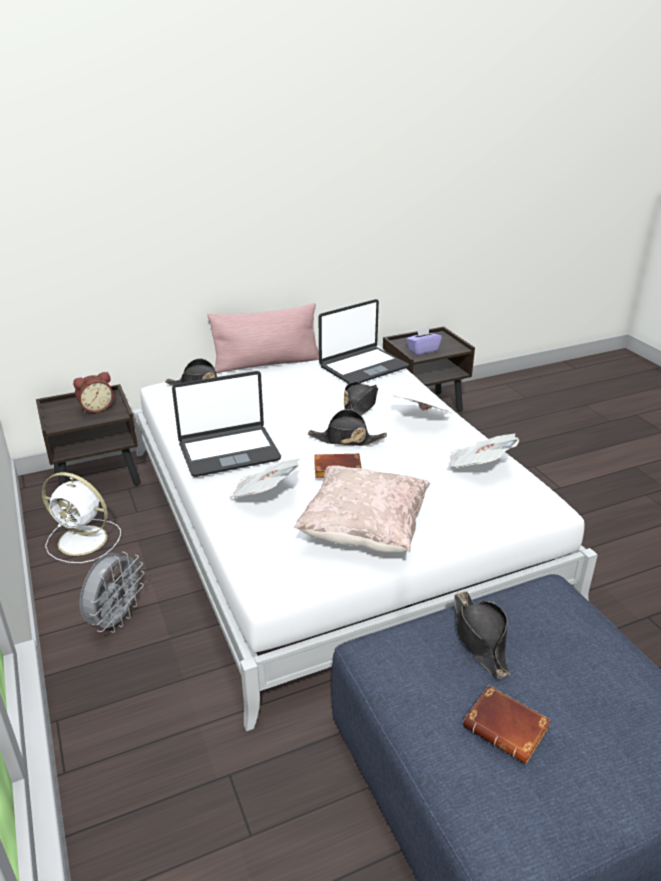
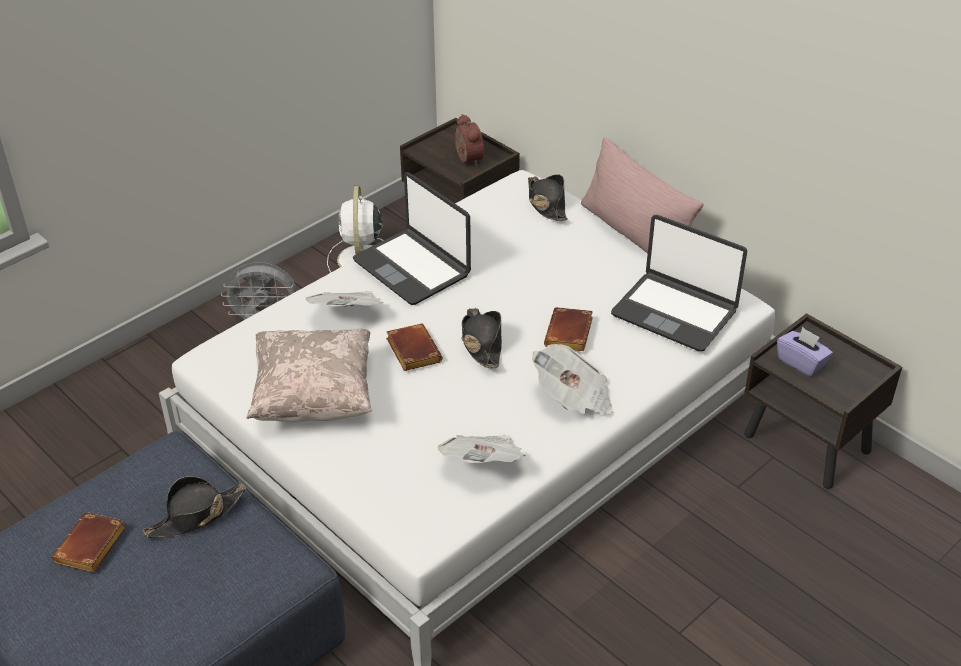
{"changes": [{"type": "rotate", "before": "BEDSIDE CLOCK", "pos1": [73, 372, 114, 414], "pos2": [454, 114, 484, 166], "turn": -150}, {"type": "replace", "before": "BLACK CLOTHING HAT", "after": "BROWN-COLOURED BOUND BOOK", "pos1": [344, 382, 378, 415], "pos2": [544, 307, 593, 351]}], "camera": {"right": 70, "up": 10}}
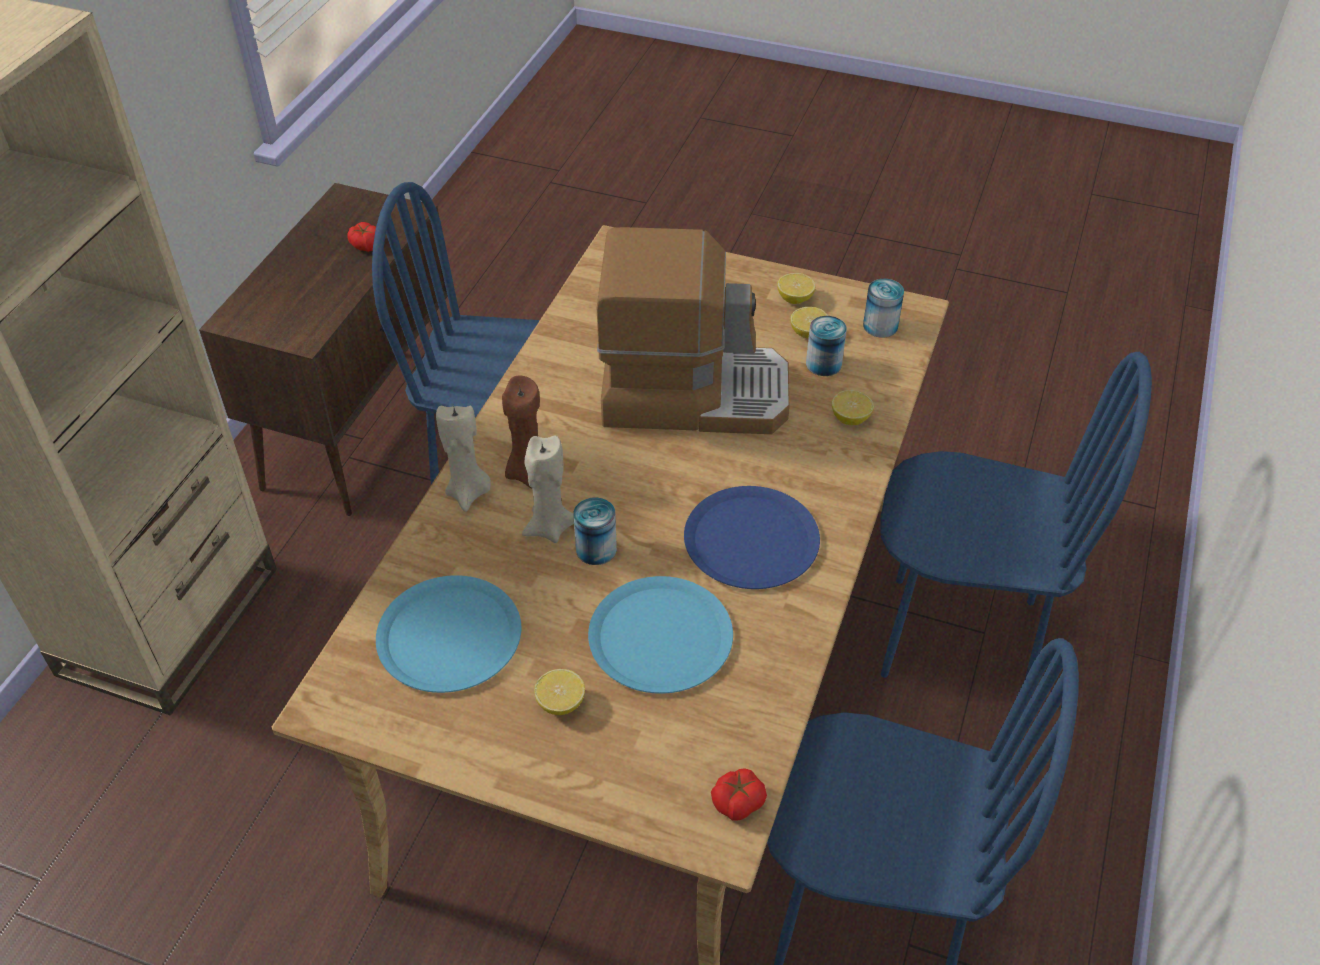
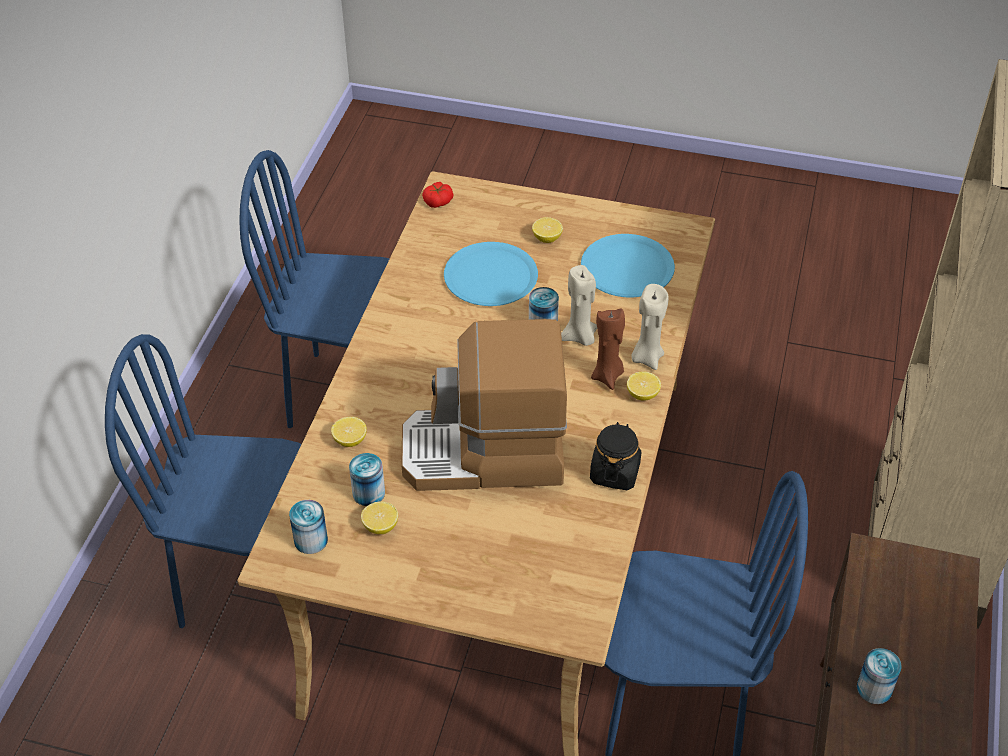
{"changes": [{"type": "replace", "before": "TOMATO", "after": "CAN", "pos1": [347, 222, 376, 252], "pos2": [857, 648, 902, 704]}, {"type": "delete", "before": "BLUISH DINNER PLATE", "pos1": [684, 486, 820, 589]}, {"type": "move", "before": "CITRUS FRUIT", "pos1": [777, 273, 816, 304], "pos2": [627, 372, 661, 401]}, {"type": "insert", "after": "BLACK STORAGE JAR", "pos2": [590, 422, 641, 490]}], "camera": {"right": 175, "up": 0}}
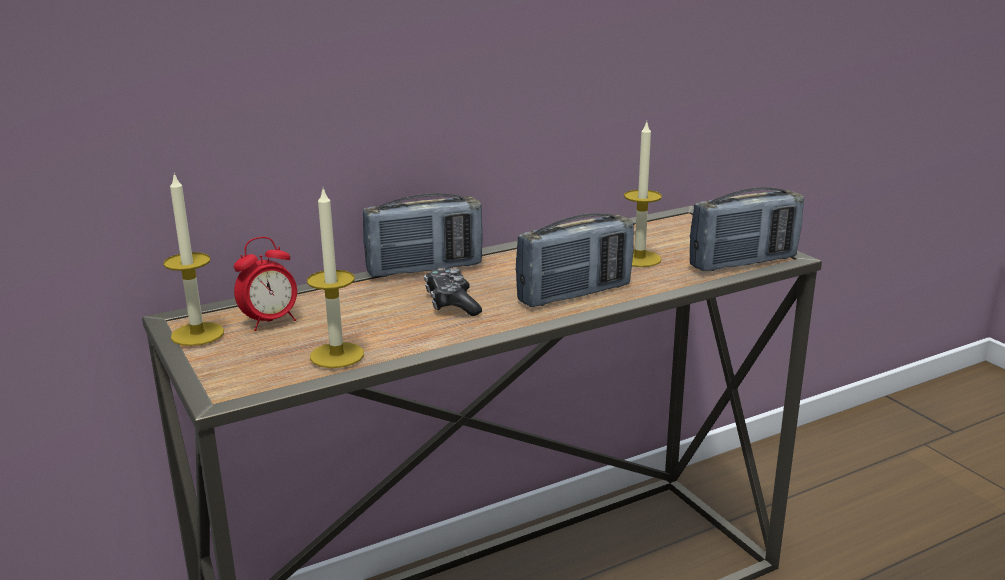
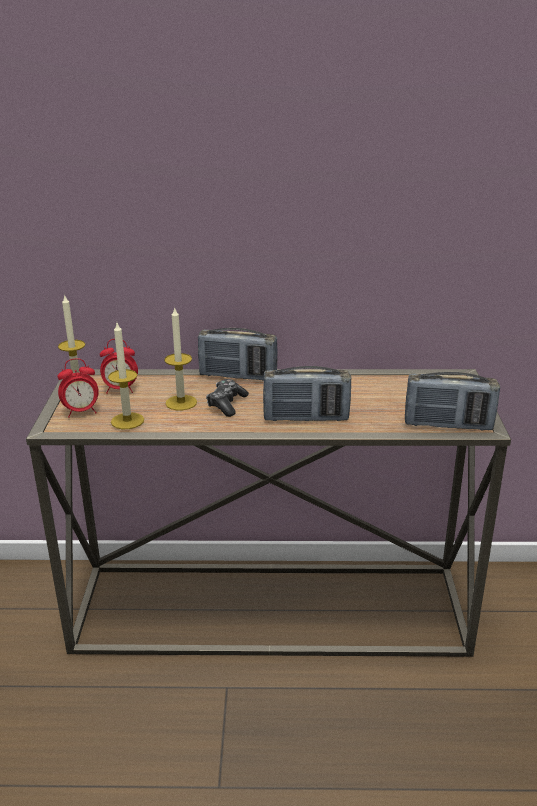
{"changes": [{"type": "move", "before": "WAX CANDLE", "pos1": [624, 121, 662, 267], "pos2": [164, 307, 197, 410]}, {"type": "insert", "after": "BEDSIDE CLOCK", "pos2": [58, 358, 99, 418]}], "camera": {"right": 30, "up": 5}}
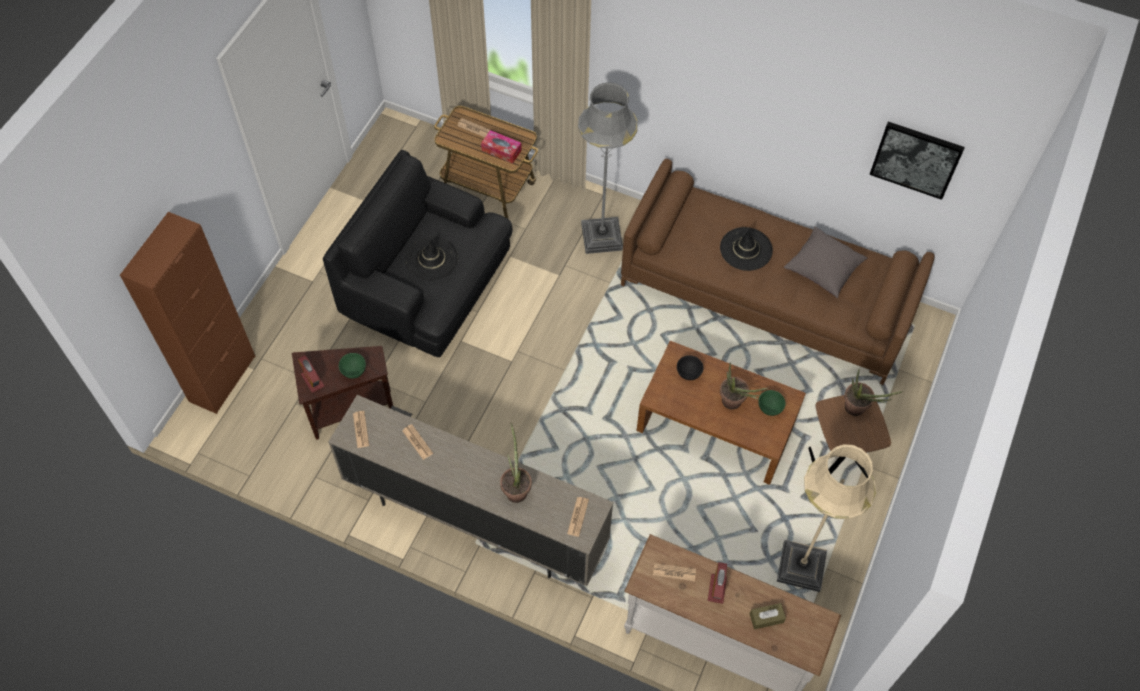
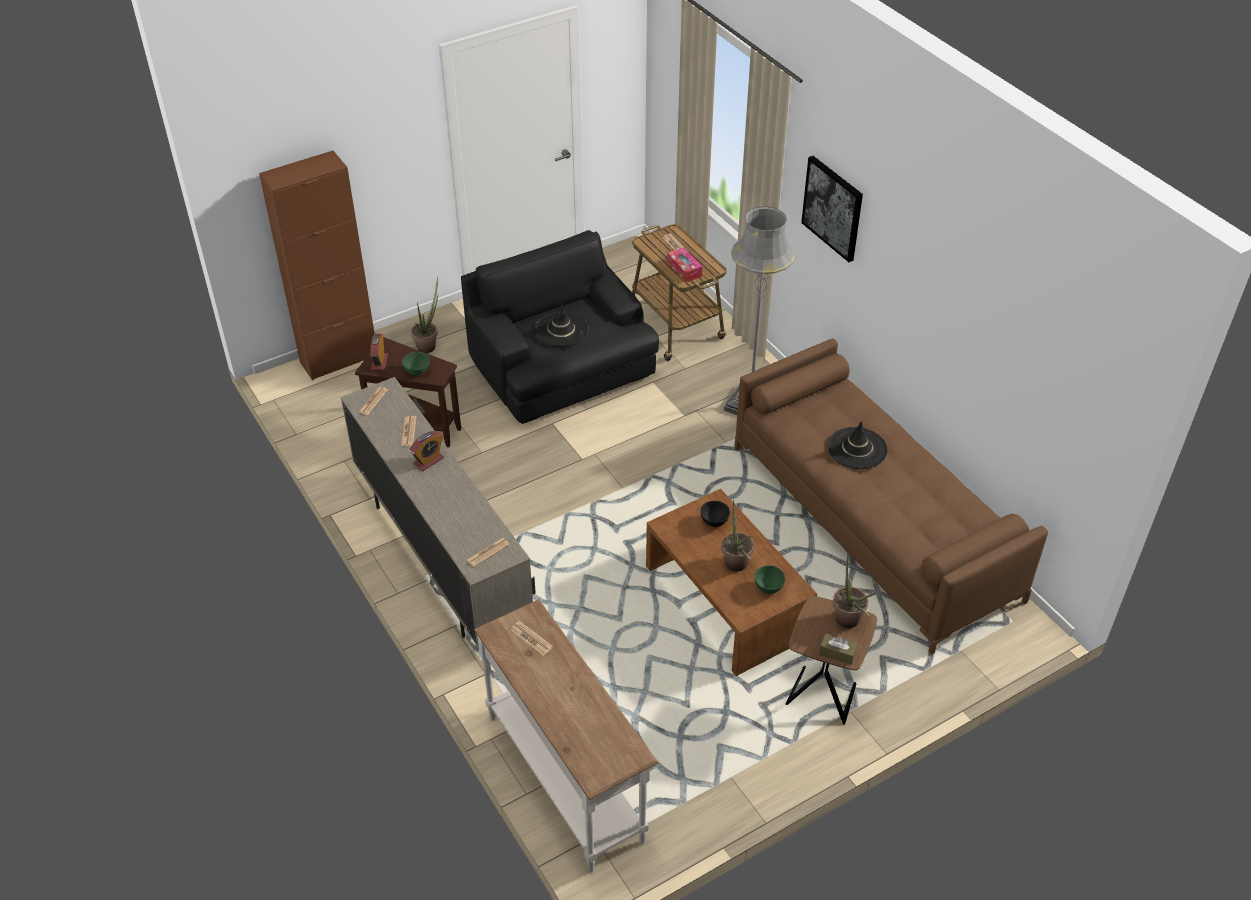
{"changes": [{"type": "move", "before": "POTTED PLANT", "pos1": [500, 423, 532, 503], "pos2": [411, 277, 438, 353]}, {"type": "move", "before": "BEDSIDE CLOCK", "pos1": [708, 562, 727, 604], "pos2": [409, 431, 444, 471]}, {"type": "move", "before": "BROWN-COLOURED TISSUE HOLDER", "pos1": [750, 603, 786, 629], "pos2": [819, 633, 858, 665]}, {"type": "delete", "before": "BEIGE-COLOURED FLOOR LAMP", "pos1": [777, 444, 876, 592]}, {"type": "delete", "before": "GREY CUSHION", "pos1": [784, 227, 867, 298]}, {"type": "move", "before": "PICTURE", "pos1": [869, 122, 965, 200], "pos2": [801, 156, 863, 262]}], "camera": {"right": 35, "up": -15}}
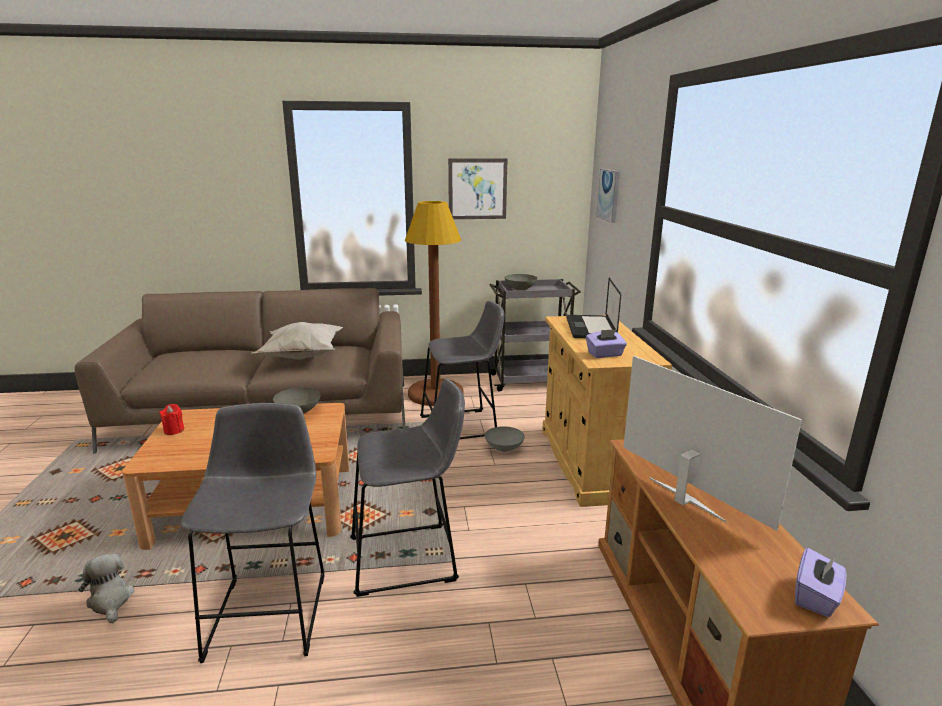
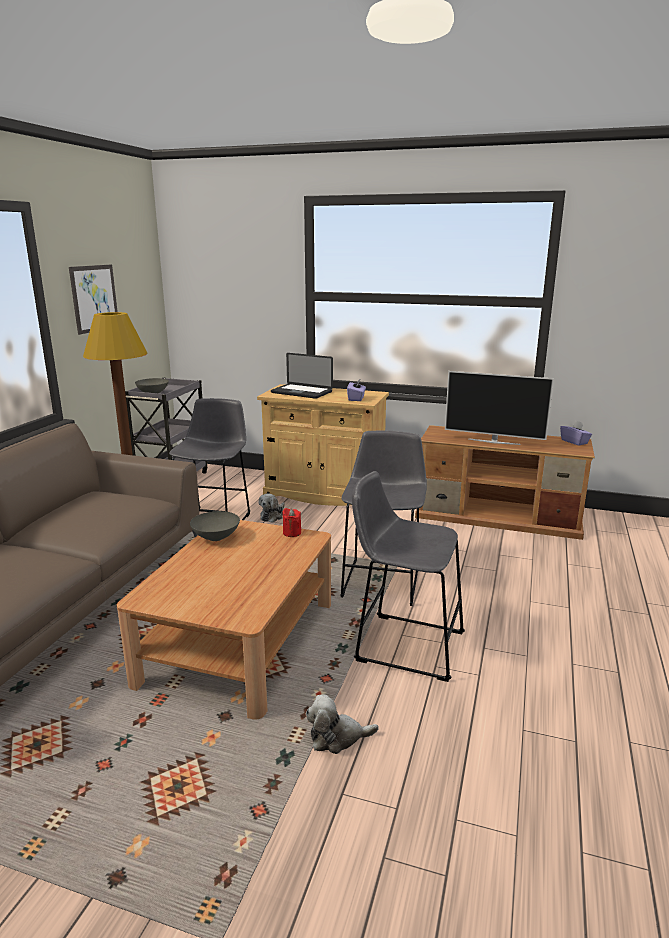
{"changes": [{"type": "move", "before": "RED WAX CANDLE", "pos1": [159, 404, 184, 435], "pos2": [282, 508, 301, 537]}, {"type": "delete", "before": "WHITE-COLOURED CUSHION", "pos1": [252, 322, 343, 360]}, {"type": "replace", "before": "GREY DEEP DISH", "after": "CUDDLY TOY", "pos1": [485, 426, 525, 452], "pos2": [259, 493, 285, 523]}, {"type": "delete", "before": "PICTURE", "pos1": [597, 169, 620, 223]}, {"type": "rotate", "before": "TV SET", "pos1": [623, 356, 802, 531], "pos2": [445, 371, 554, 445], "turn": -150}], "camera": {"right": -65, "up": 0}}
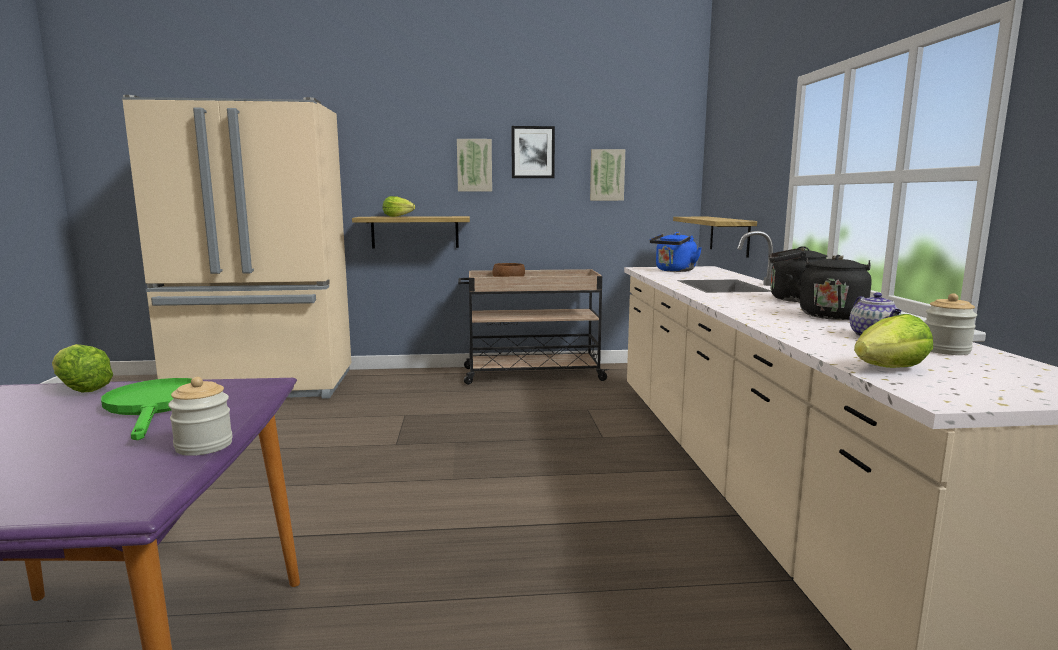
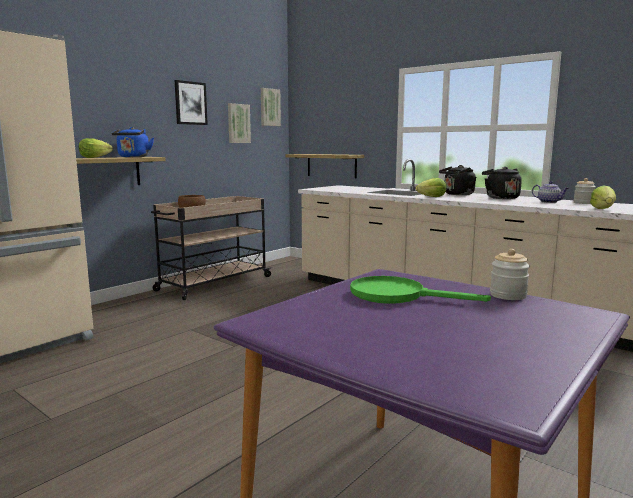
{"changes": [{"type": "move", "before": "LETTUCE", "pos1": [52, 344, 113, 392], "pos2": [416, 178, 446, 197]}, {"type": "move", "before": "PICTURE", "pos1": [457, 139, 492, 191], "pos2": [261, 88, 281, 126]}, {"type": "move", "before": "BLUISH KETTLE", "pos1": [650, 232, 702, 272], "pos2": [111, 127, 154, 157]}], "camera": {"right": -45, "up": 0}}
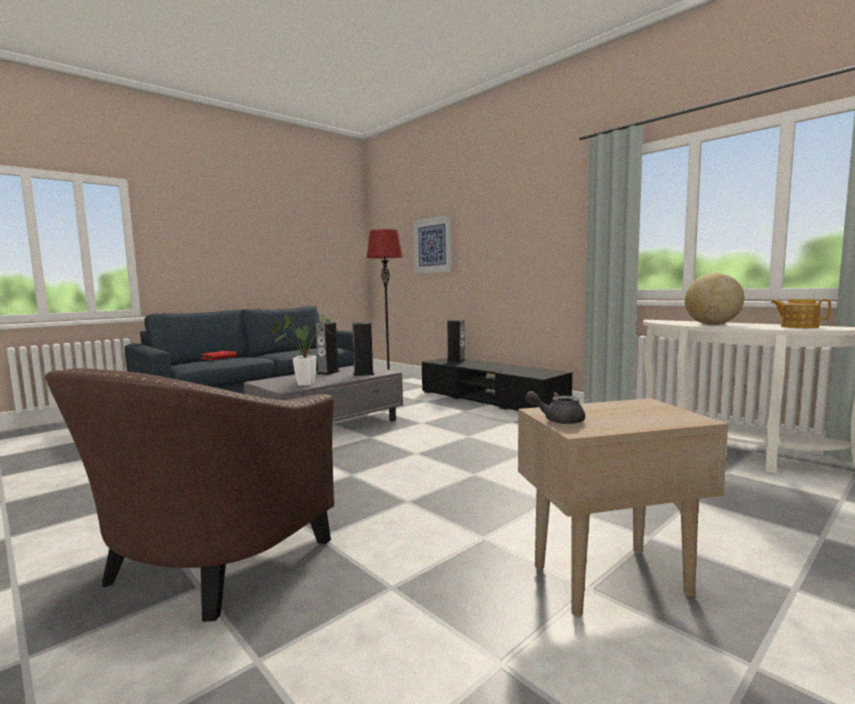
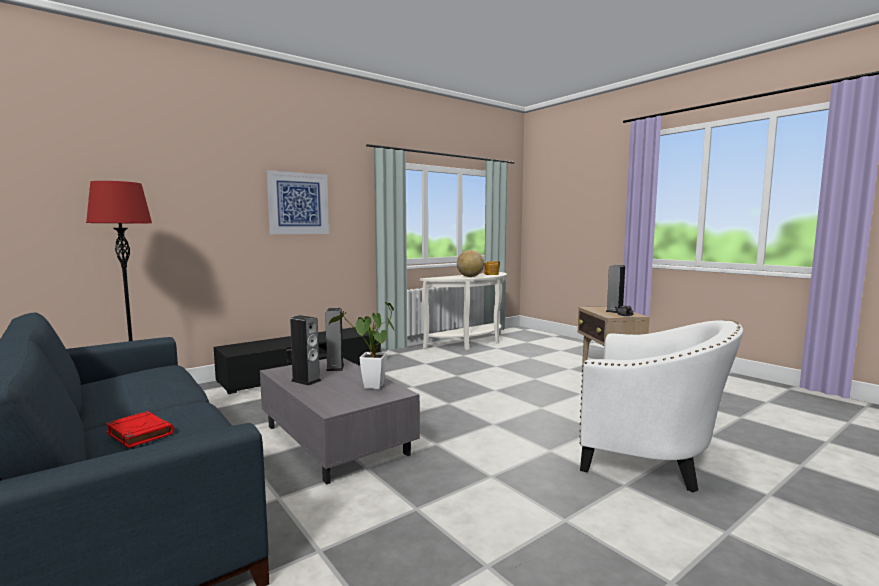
{"changes": [{"type": "recolor", "before": "BROWN-COLOURED EASY CHAIR", "after": "WHITE-COLOURED EASY CHAIR", "pos1": [45, 368, 334, 622], "pos2": [579, 320, 743, 492]}, {"type": "move", "before": "PICTURE", "pos1": [413, 215, 453, 273], "pos2": [267, 170, 329, 234]}, {"type": "move", "before": "SPEAKER", "pos1": [447, 320, 466, 362], "pos2": [606, 265, 625, 313]}], "camera": {"right": -85, "up": 0}}
